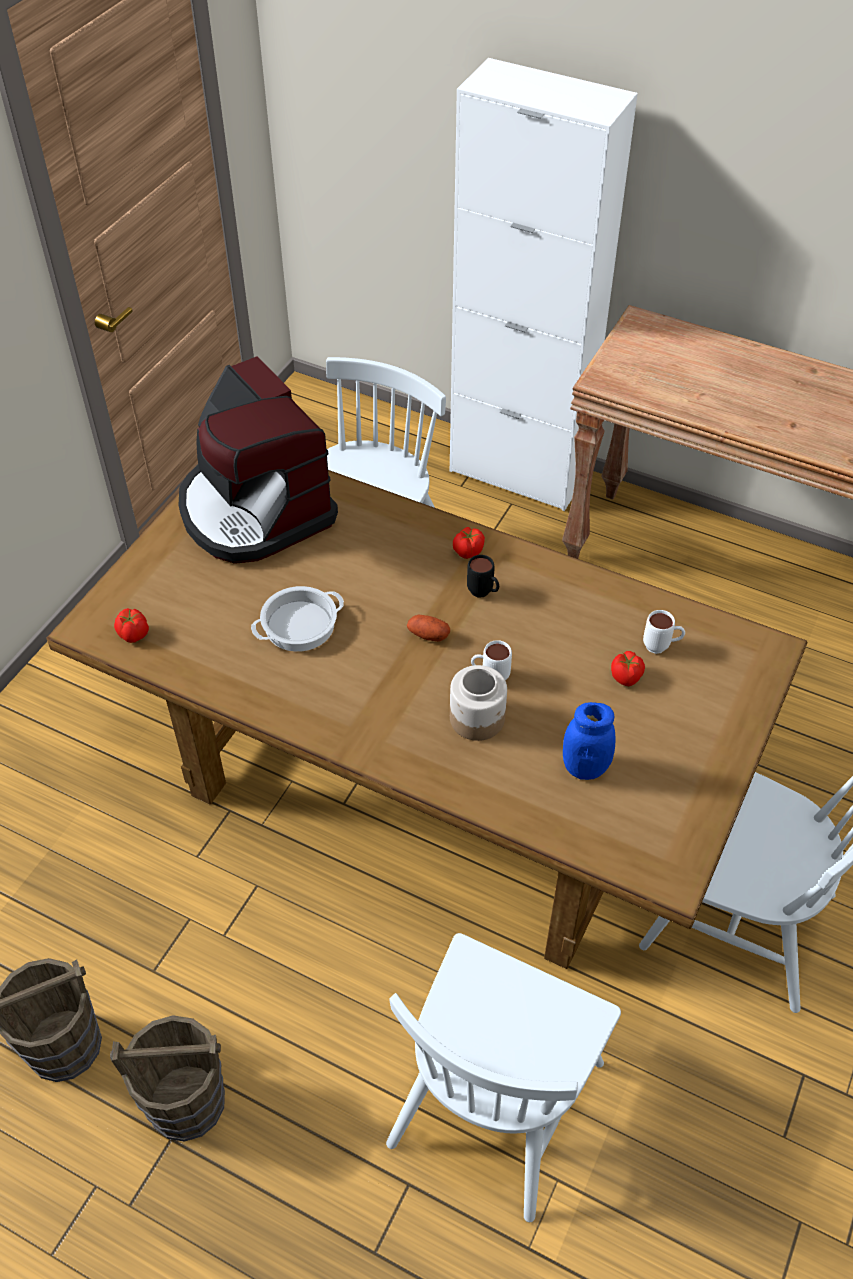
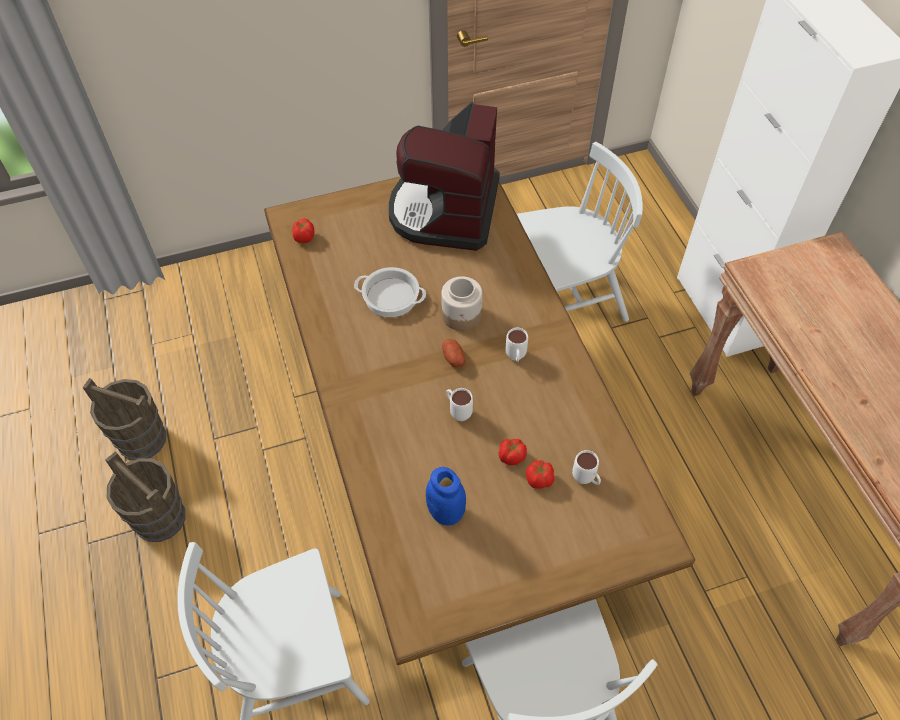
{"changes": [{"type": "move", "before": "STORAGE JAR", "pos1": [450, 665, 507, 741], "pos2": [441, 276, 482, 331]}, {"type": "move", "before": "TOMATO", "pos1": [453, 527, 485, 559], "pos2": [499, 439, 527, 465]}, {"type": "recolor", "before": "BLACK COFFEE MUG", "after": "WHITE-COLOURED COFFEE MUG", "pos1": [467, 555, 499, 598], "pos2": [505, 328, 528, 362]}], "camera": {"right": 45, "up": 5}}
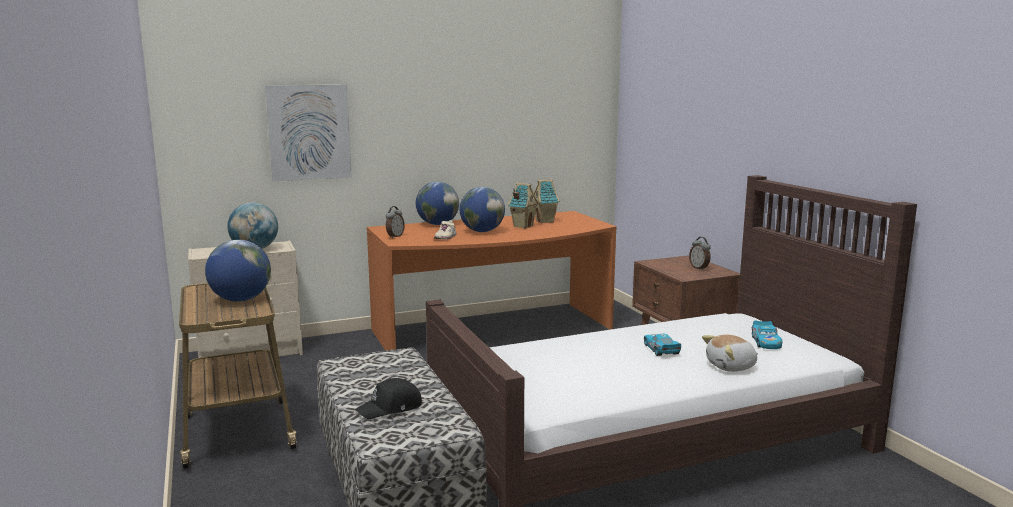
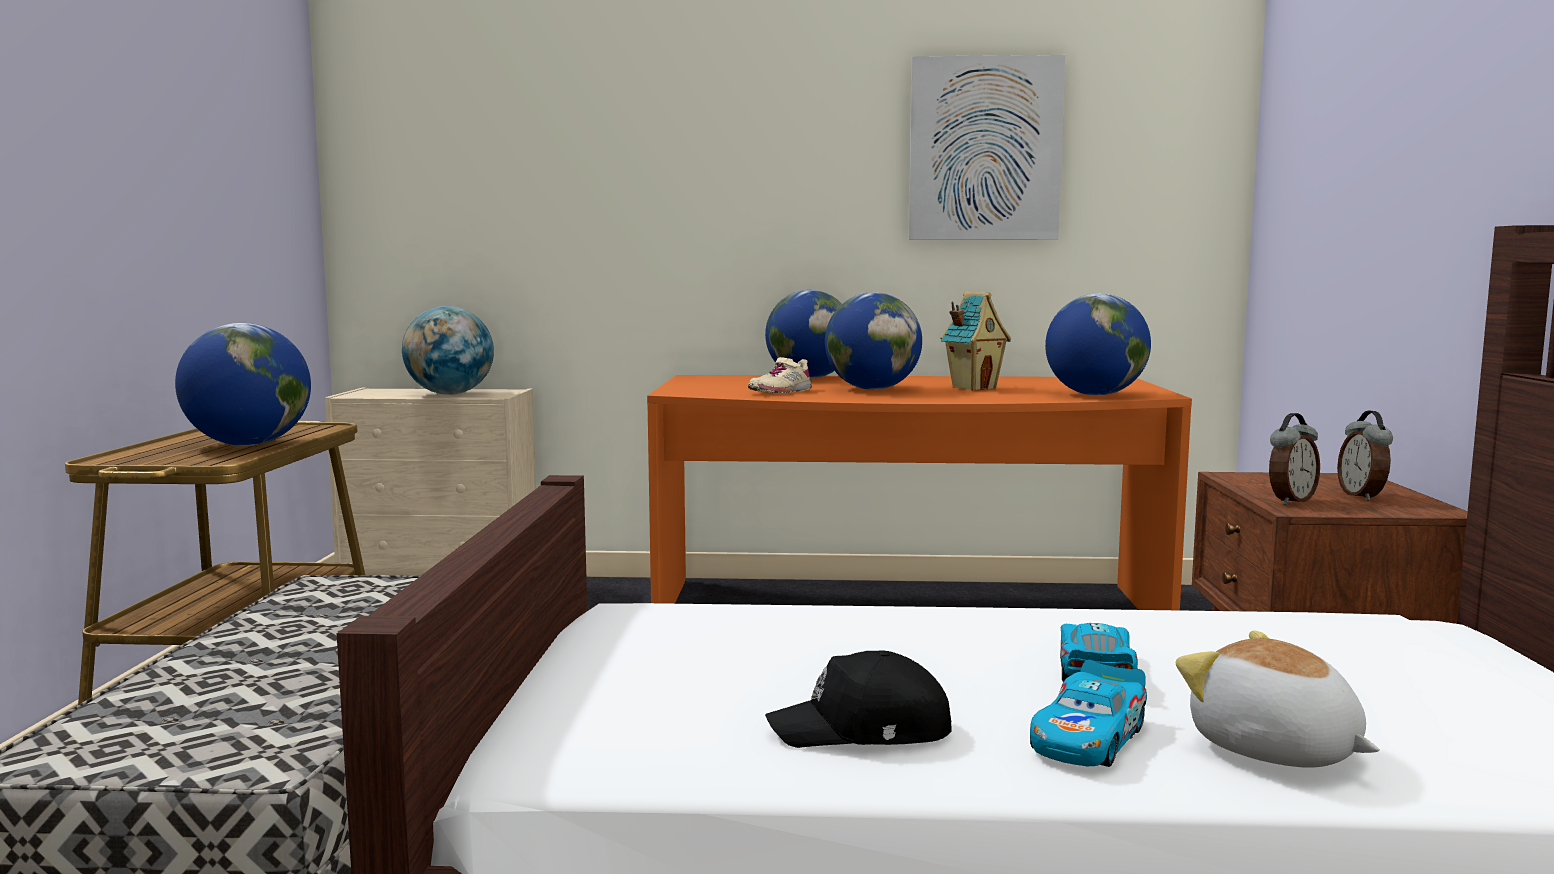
{"changes": [{"type": "move", "before": "PICTURE", "pos1": [265, 85, 352, 181], "pos2": [908, 55, 1065, 240]}, {"type": "move", "before": "BLACK CAP", "pos1": [355, 378, 422, 419], "pos2": [765, 650, 952, 748]}, {"type": "move", "before": "BEDSIDE CLOCK", "pos1": [386, 206, 405, 238], "pos2": [1269, 413, 1320, 505]}, {"type": "delete", "before": "MODEL HOUSE", "pos1": [534, 179, 559, 223]}, {"type": "rotate", "before": "CUDDLY TOY", "pos1": [702, 335, 758, 372], "pos2": [1176, 631, 1380, 768], "turn": 45}, {"type": "move", "before": "TOY CAR", "pos1": [752, 320, 782, 349], "pos2": [1030, 660, 1147, 767]}, {"type": "insert", "after": "DESK GLOBE", "pos2": [1045, 294, 1151, 395]}], "camera": {"right": 25, "up": -5}}
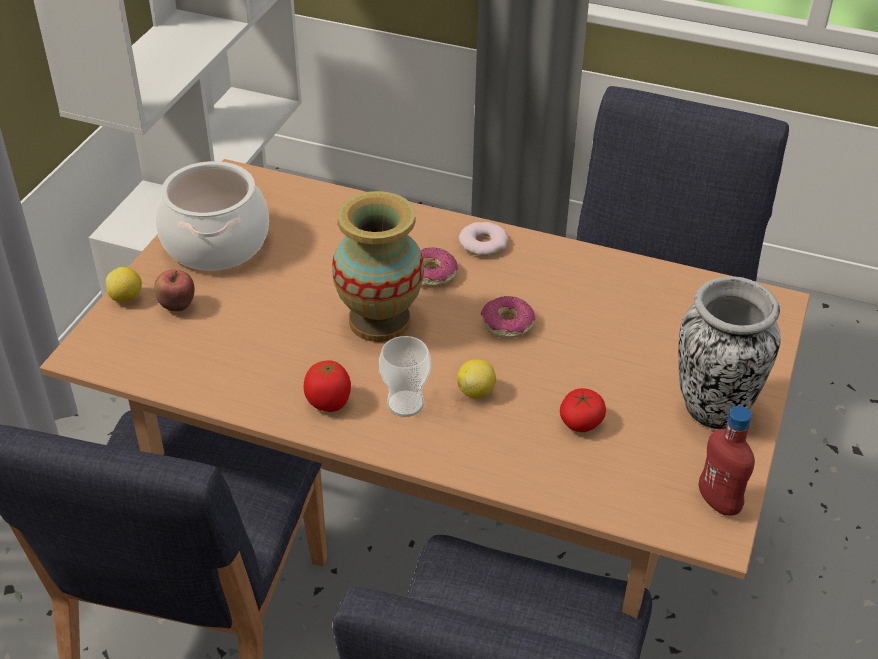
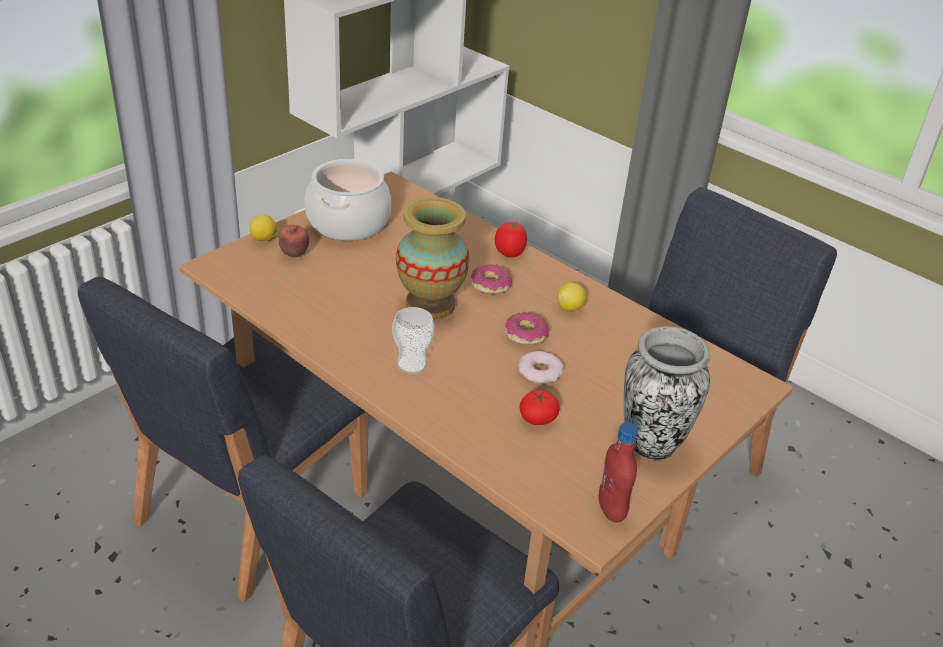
{"changes": [{"type": "move", "before": "TOMATO", "pos1": [304, 360, 351, 412], "pos2": [495, 222, 527, 258]}, {"type": "move", "before": "CITRUS FRUIT", "pos1": [457, 359, 496, 398], "pos2": [557, 283, 587, 312]}, {"type": "move", "before": "RING DOUGHNUT", "pos1": [459, 222, 509, 256], "pos2": [518, 351, 564, 384]}], "camera": {"right": 20, "up": -5}}
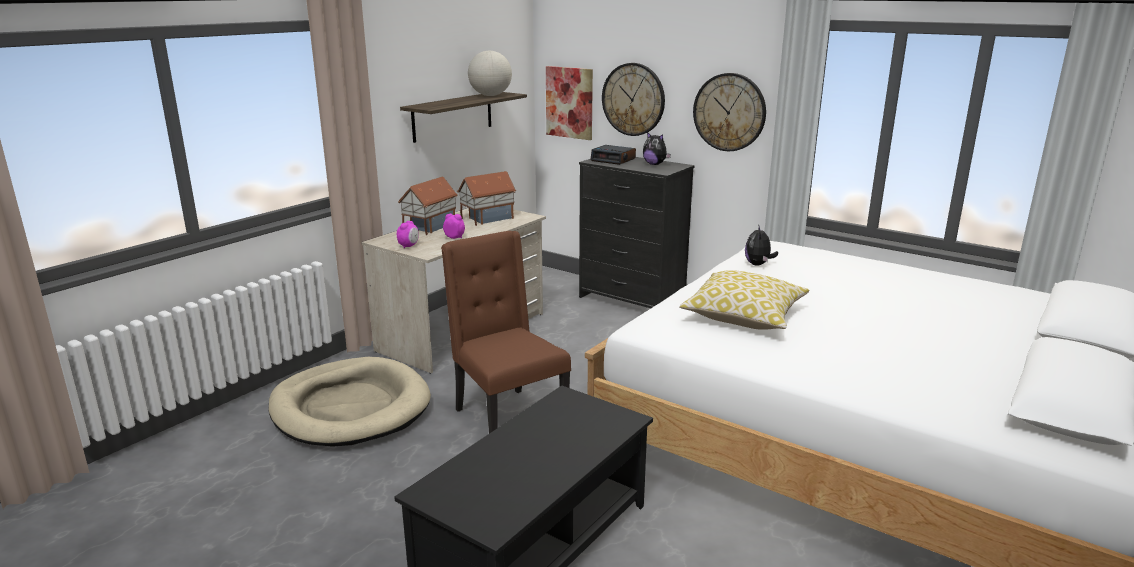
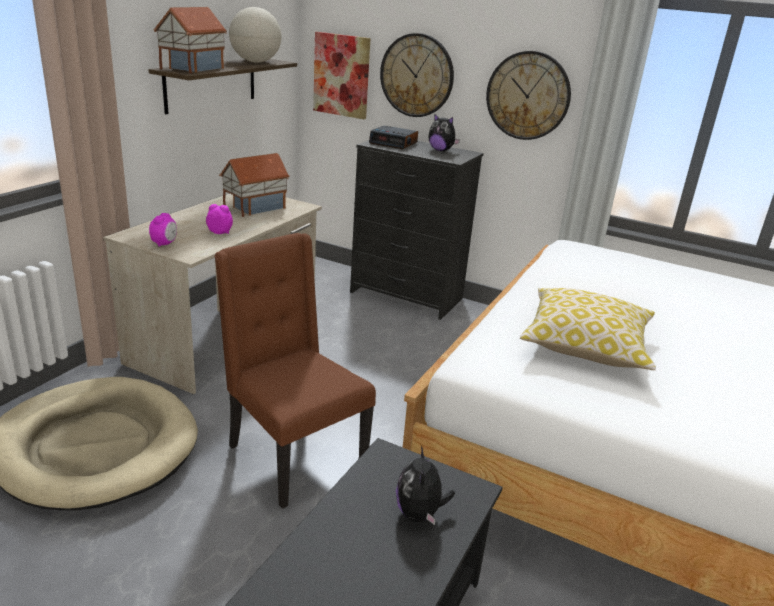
{"changes": [{"type": "move", "before": "MODEL HOUSE", "pos1": [398, 176, 458, 235], "pos2": [153, 7, 227, 73]}, {"type": "move", "before": "CUDDLY TOY", "pos1": [745, 224, 778, 266], "pos2": [396, 446, 455, 525]}], "camera": {"right": -10, "up": 5}}
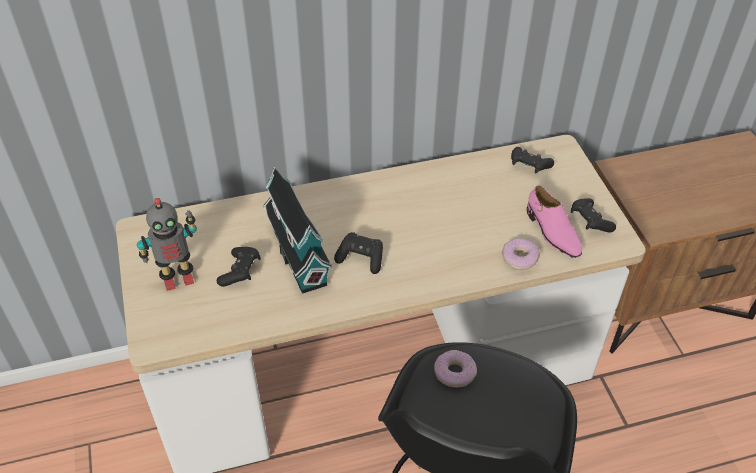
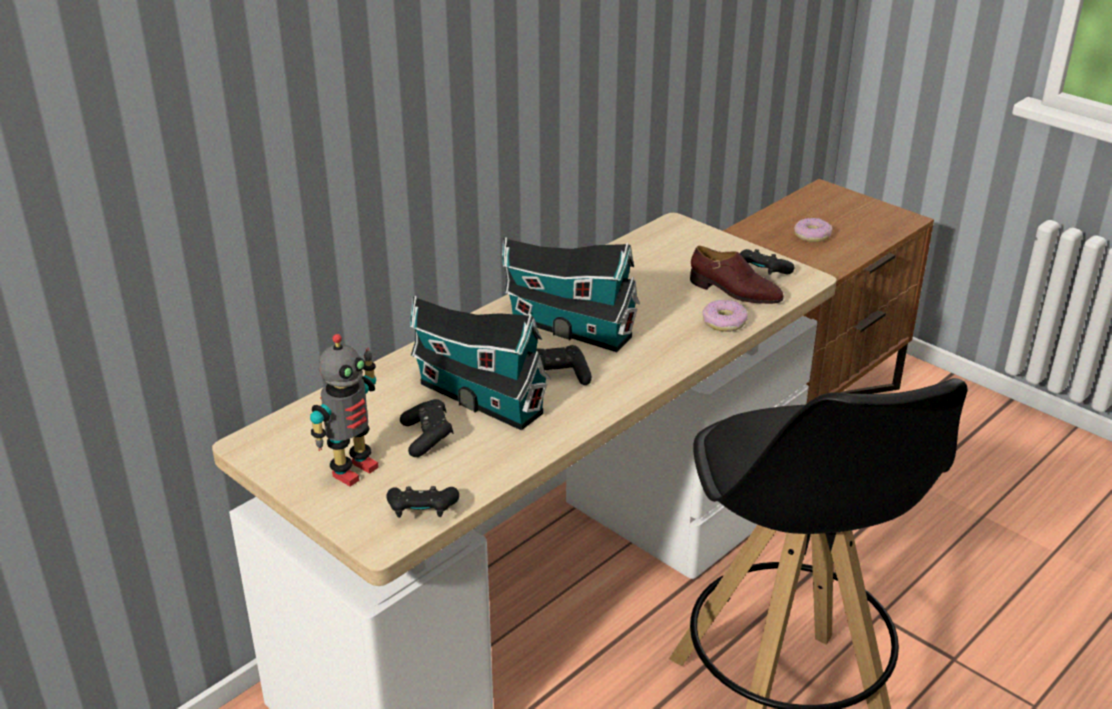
{"changes": [{"type": "move", "before": "RING DOUGHNUT", "pos1": [434, 350, 477, 388], "pos2": [794, 218, 833, 242]}, {"type": "move", "before": "BLACK GAME CONTROLLER", "pos1": [511, 147, 554, 173], "pos2": [386, 486, 459, 518]}, {"type": "recolor", "before": "PINK SHOE", "after": "BROWN-COLOURED SHOE", "pos1": [527, 186, 582, 258], "pos2": [690, 246, 784, 304]}, {"type": "insert", "after": "MODEL HOUSE", "pos2": [502, 237, 640, 352]}], "camera": {"right": -30, "up": -15}}
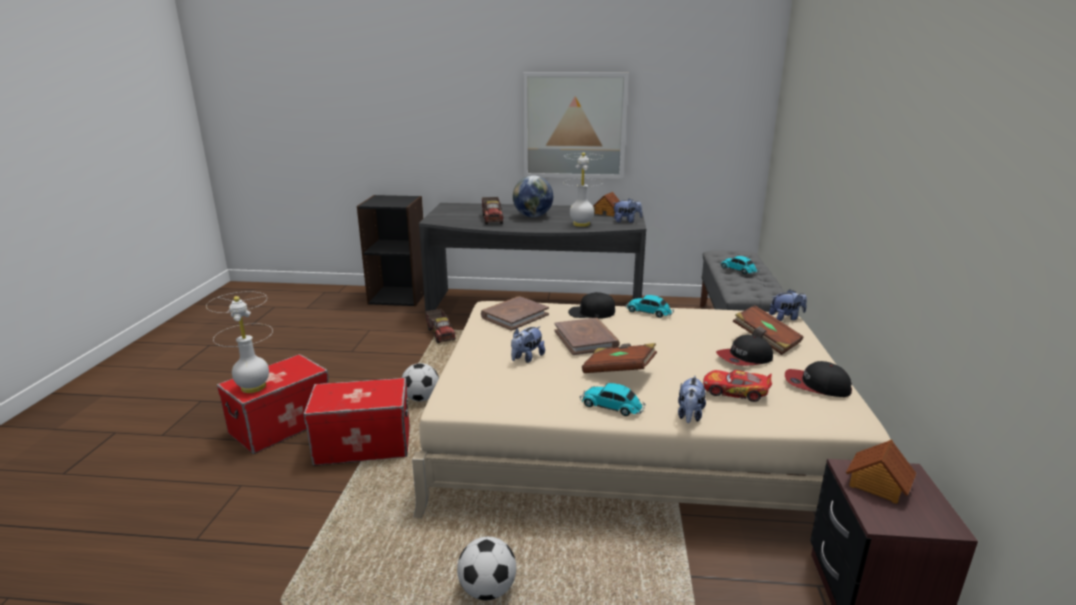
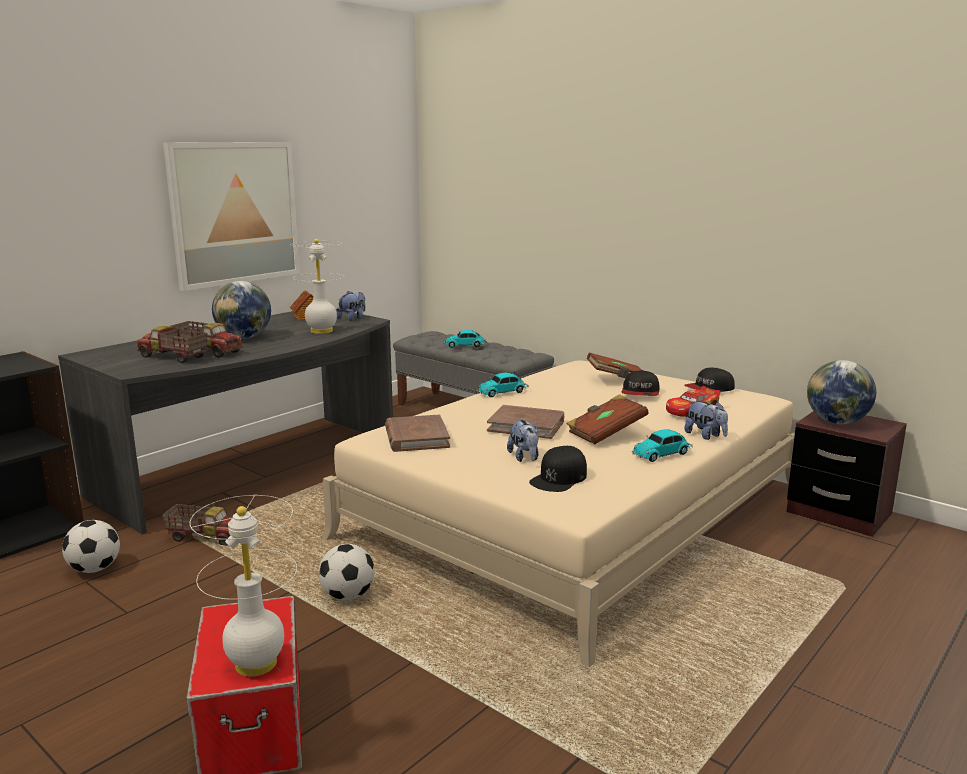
{"changes": [{"type": "delete", "before": "STORAGE BOX", "pos1": [303, 378, 410, 466]}, {"type": "move", "before": "BALL FOR FOOTBALL", "pos1": [457, 537, 516, 600], "pos2": [62, 520, 120, 573]}, {"type": "move", "before": "BLACK CAP", "pos1": [568, 292, 615, 319], "pos2": [529, 446, 587, 492]}, {"type": "delete", "before": "CUDDLY TOY", "pos1": [769, 289, 807, 321]}, {"type": "replace", "before": "MODEL HOUSE", "after": "DESK GLOBE", "pos1": [846, 439, 916, 504], "pos2": [807, 360, 876, 424]}, {"type": "insert", "after": "MODEL TRUCK", "pos2": [137, 326, 207, 363]}], "camera": {"right": -55, "up": -5}}
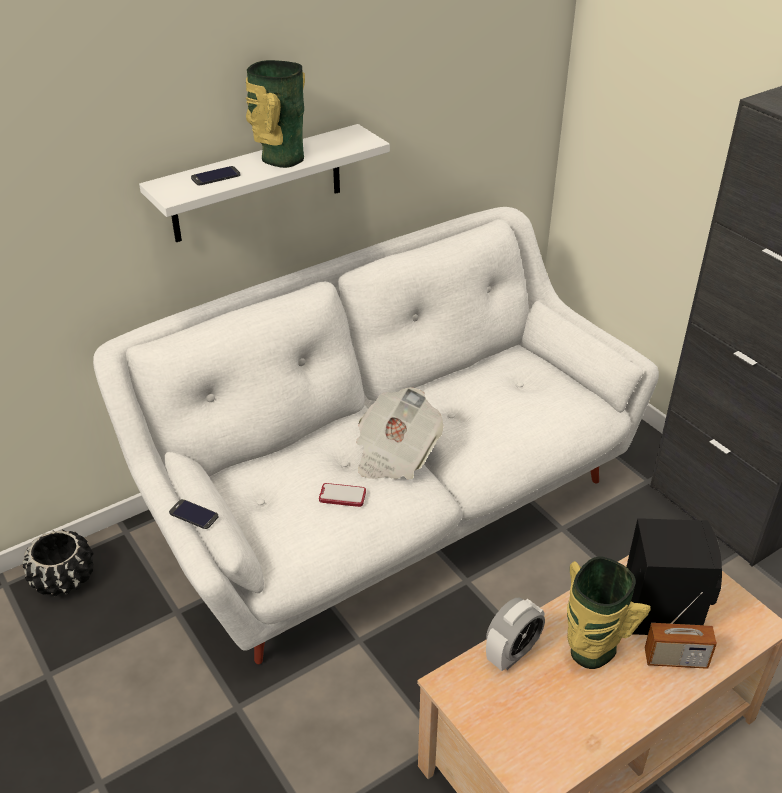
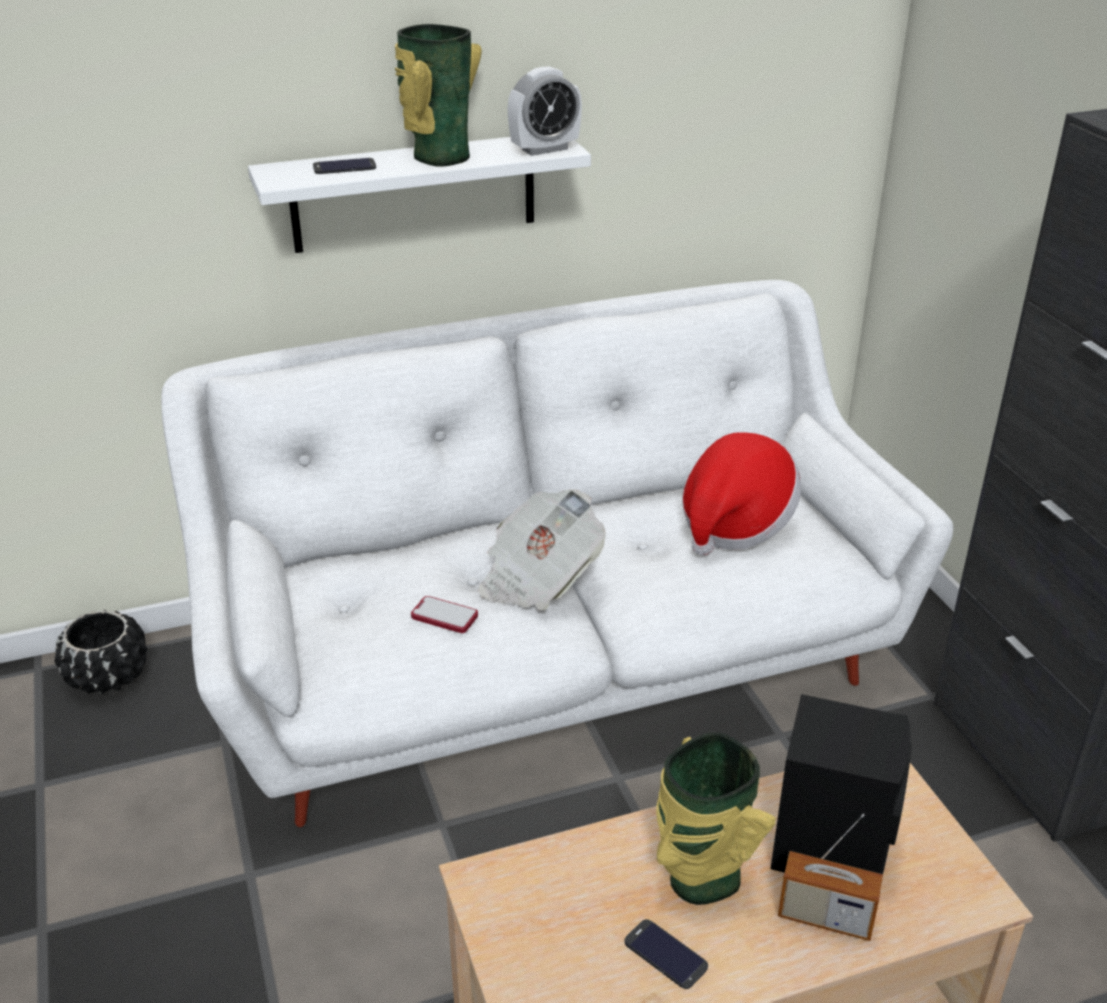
{"changes": [{"type": "move", "before": "TELEPHONE", "pos1": [169, 499, 219, 529], "pos2": [625, 919, 708, 989]}, {"type": "move", "before": "BEDSIDE CLOCK", "pos1": [486, 598, 545, 671], "pos2": [507, 66, 582, 156]}, {"type": "insert", "after": "CLOTHING HAT", "pos2": [682, 432, 801, 555]}], "camera": {"right": 15, "up": -5}}
